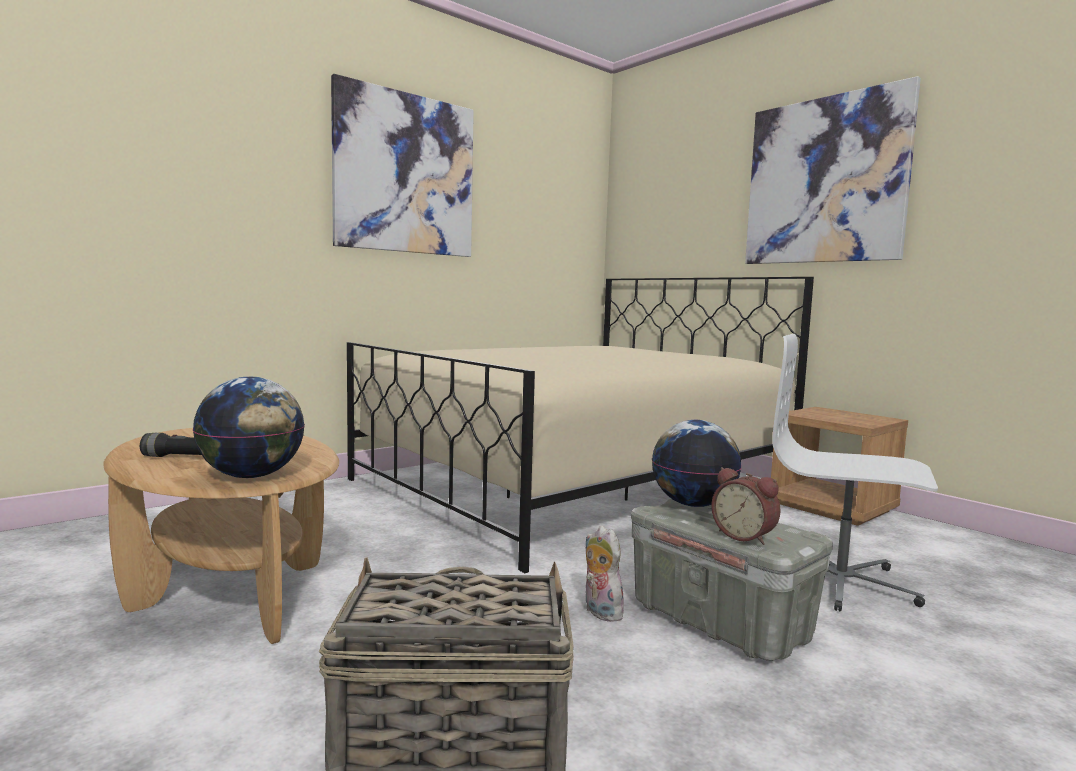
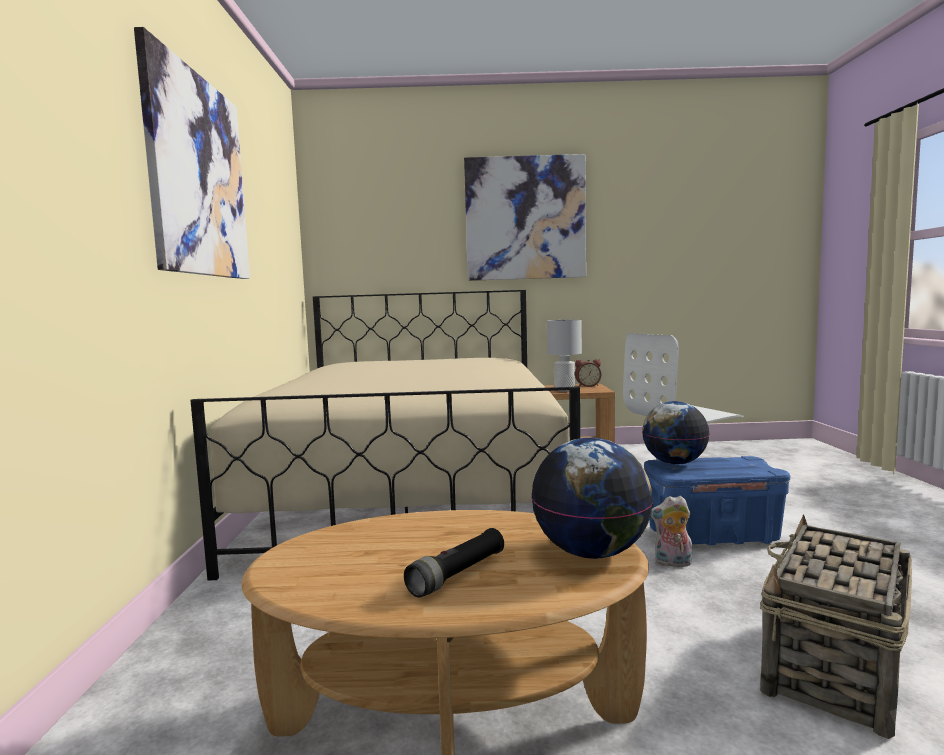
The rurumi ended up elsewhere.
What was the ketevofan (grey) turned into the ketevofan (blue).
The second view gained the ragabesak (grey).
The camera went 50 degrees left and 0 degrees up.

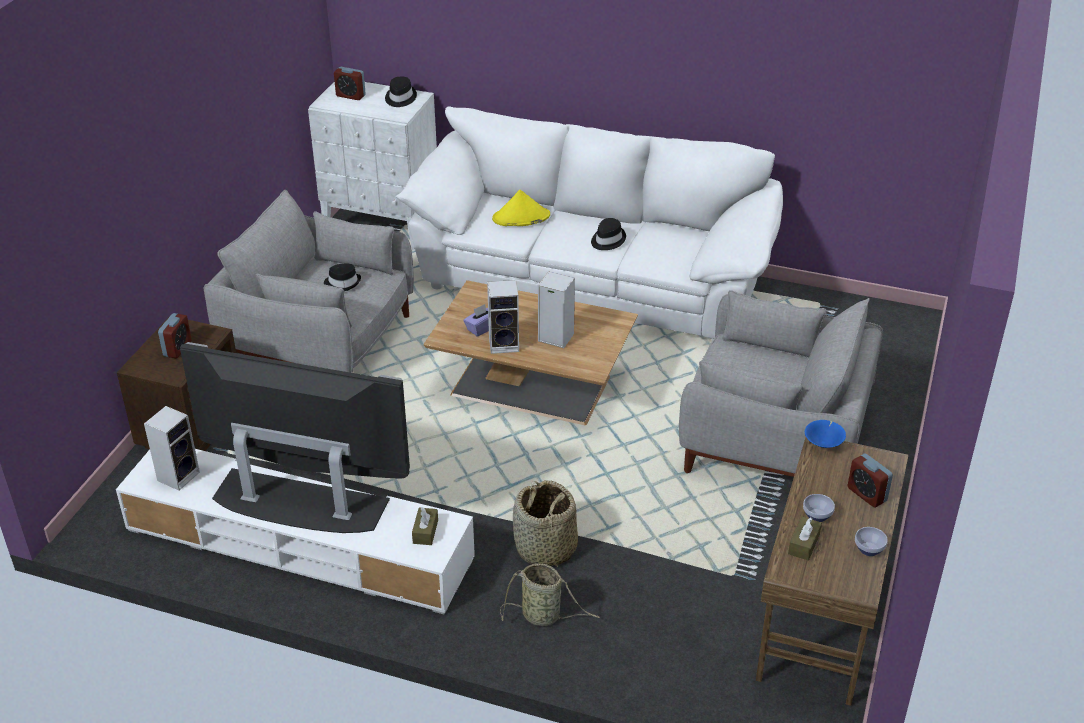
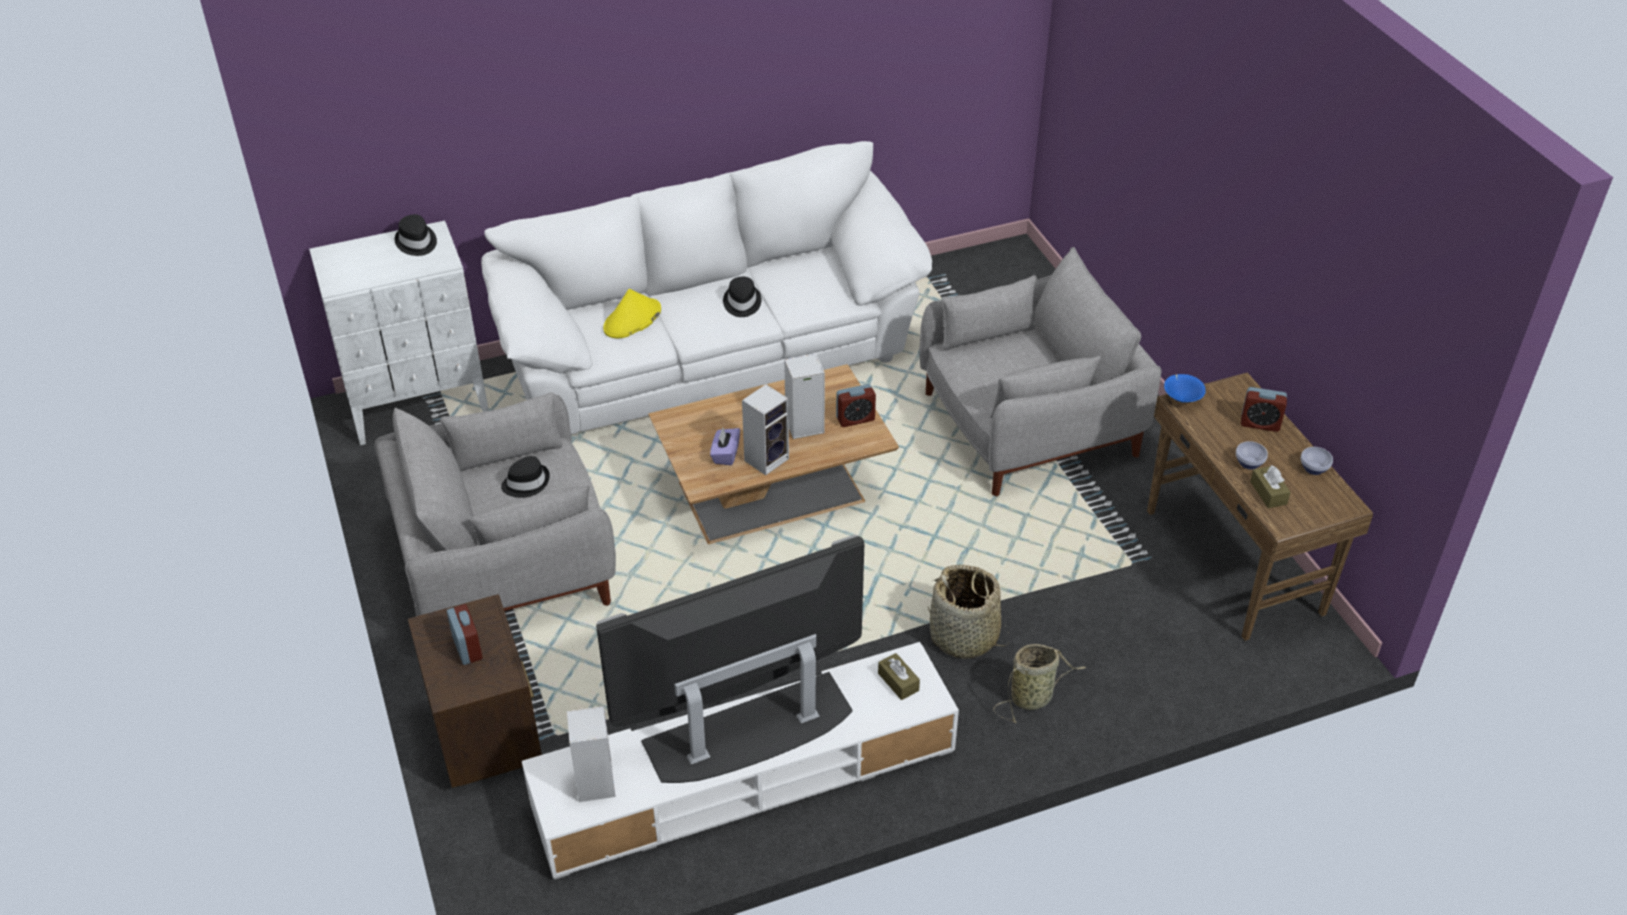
The rurumi (no. 2 from left) ended up elsewhere.
The camera went 40 degrees left and 5 degrees up.

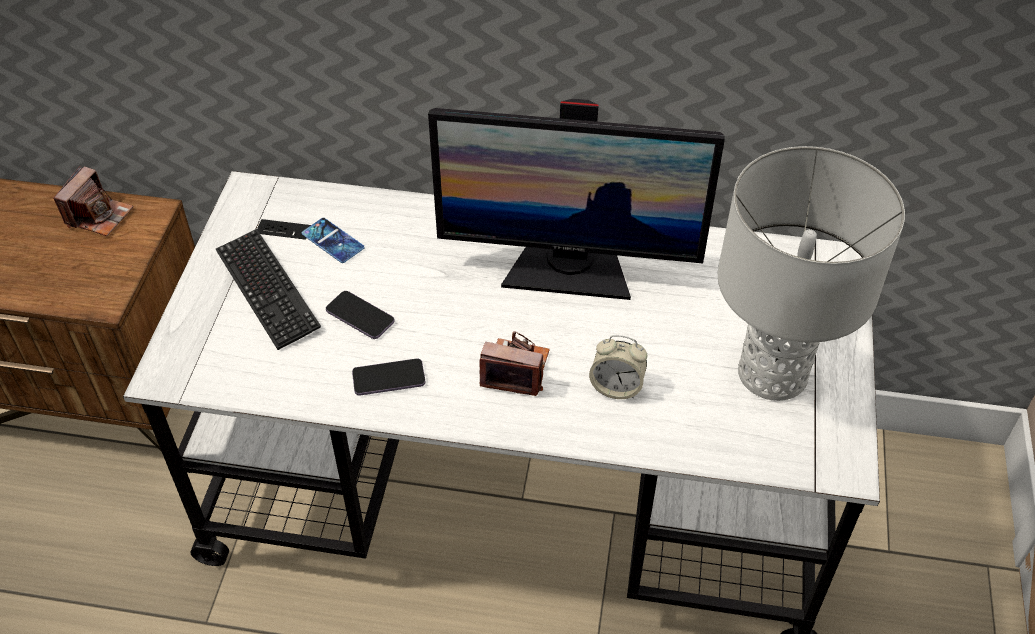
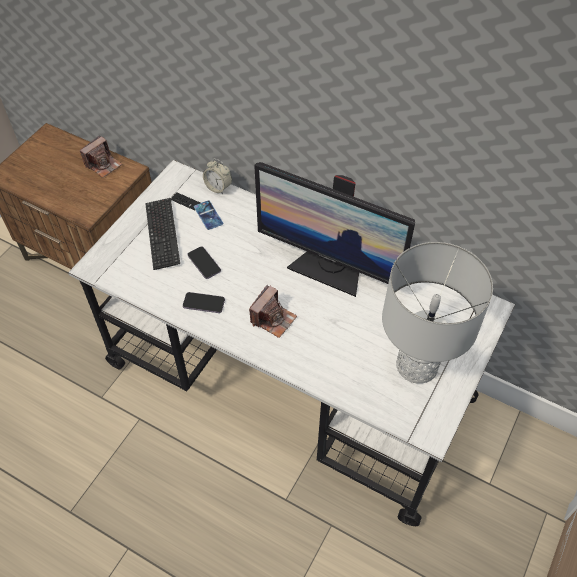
The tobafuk (no. 2 from left) ended up facing another way, 90 degrees clockwise from before.
The rurumi ended up elsewhere.
The camera went 20 degrees right and 5 degrees up.

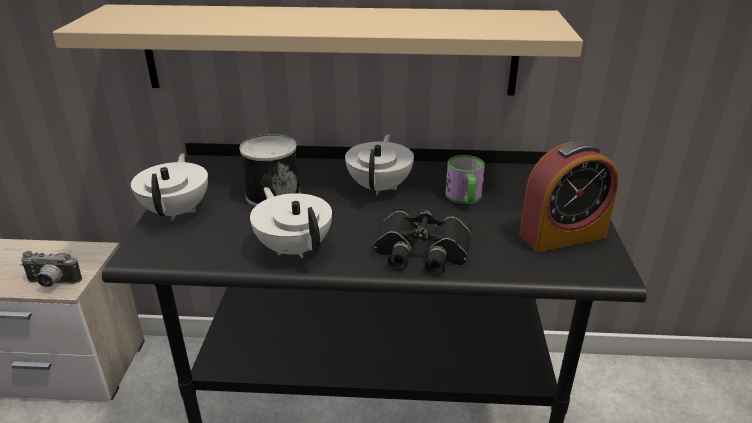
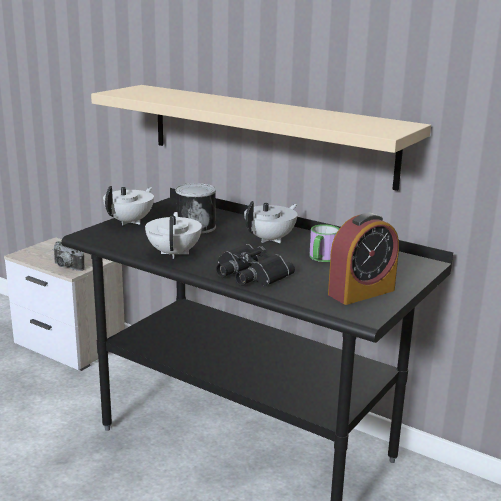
The rurumi ended up facing another way, 45 degrees counterclockwise from before.
The camera went 30 degrees right and 10 degrees down.

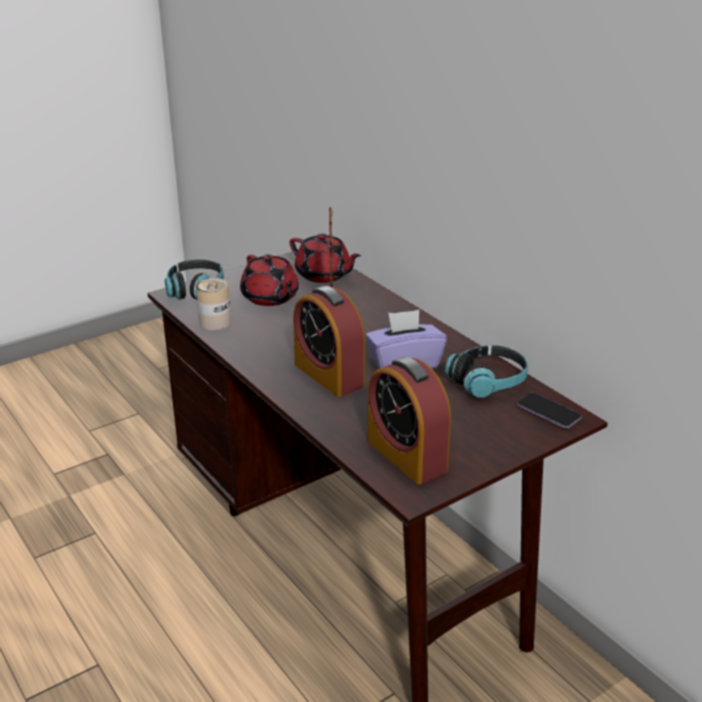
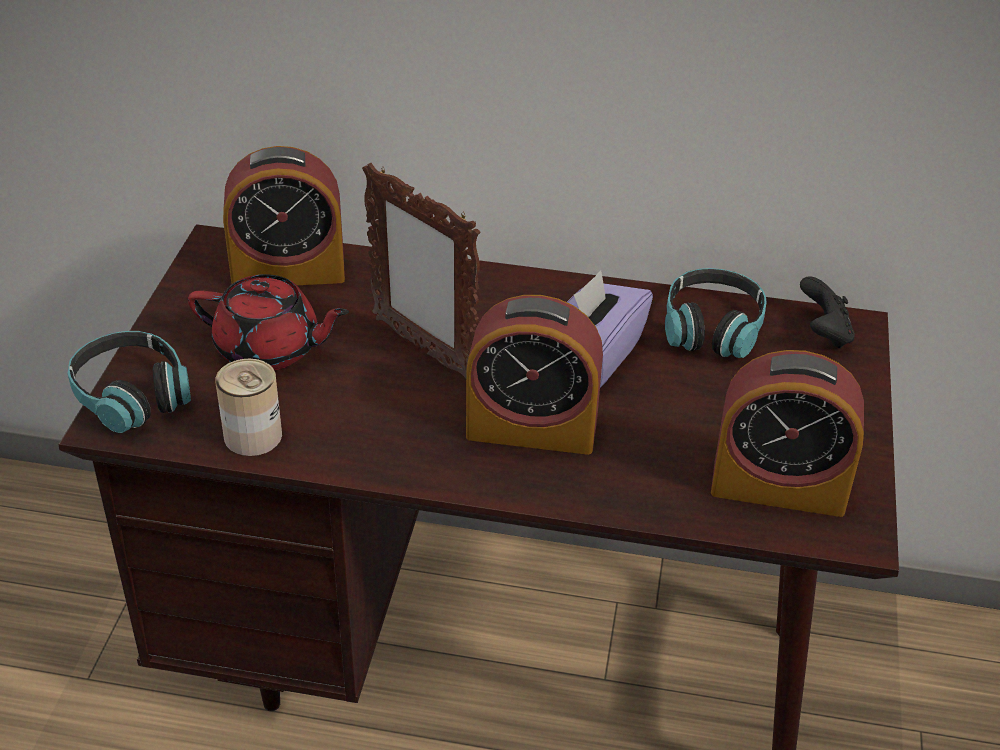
Where the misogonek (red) (no. 2 from left) stood, the rurumi (no. 1 from left) came to stand.
Where the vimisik stood, the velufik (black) came to stand.
The camera went 45 degrees left and 10 degrees up.

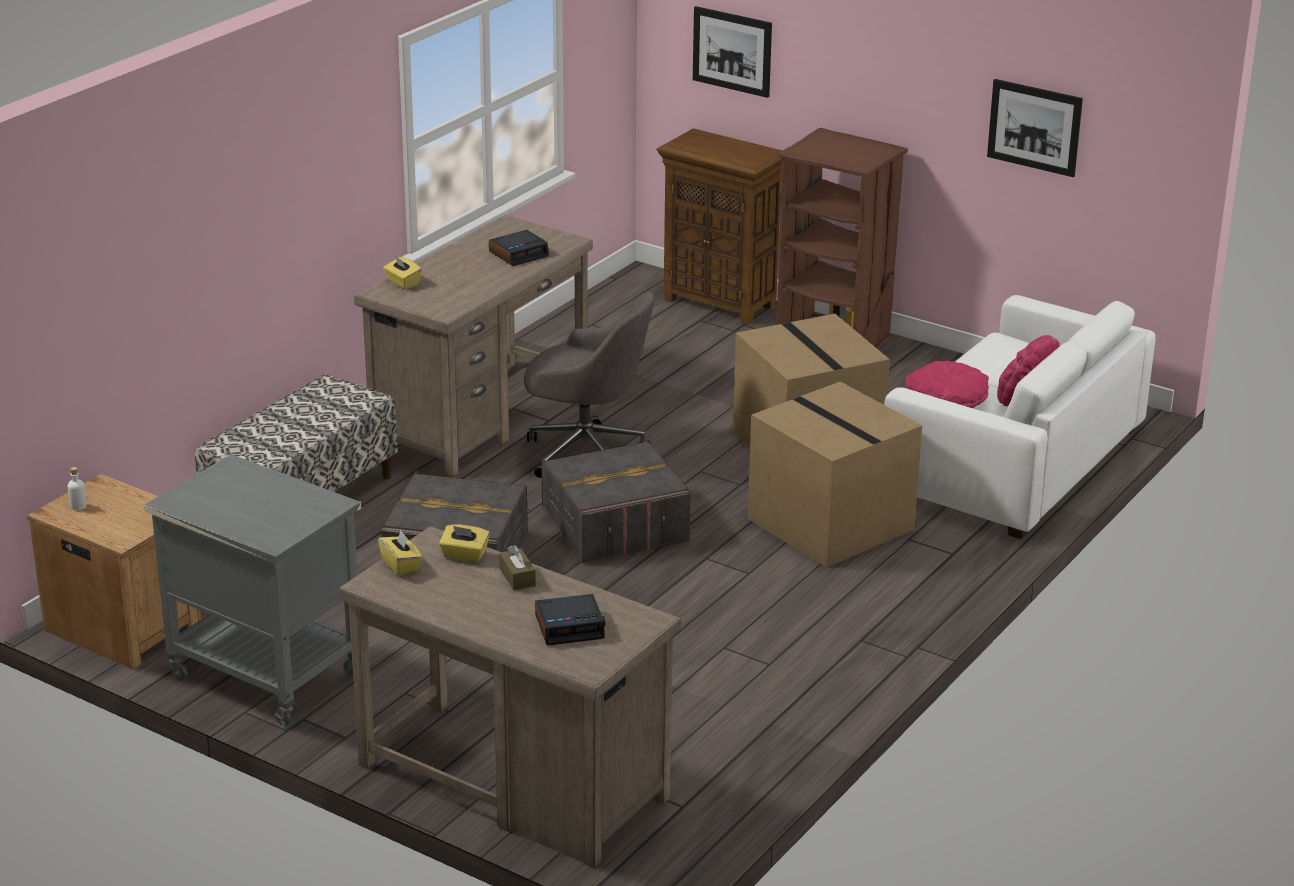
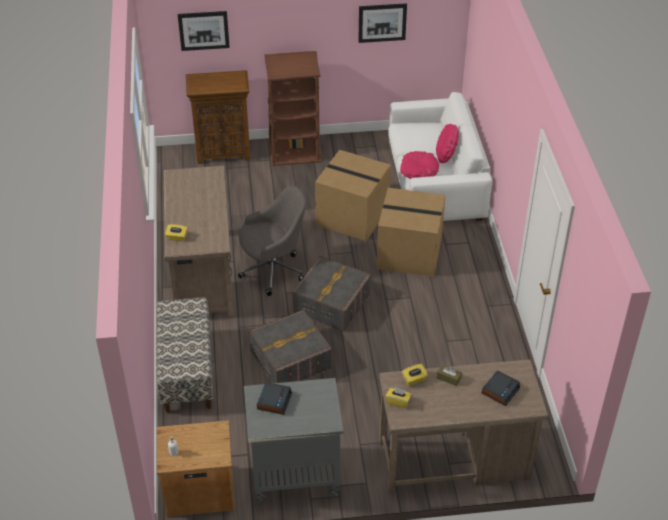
The rurumi (no. 1 from left) ended up elsewhere.
The camera went 40 degrees left and 15 degrees up.

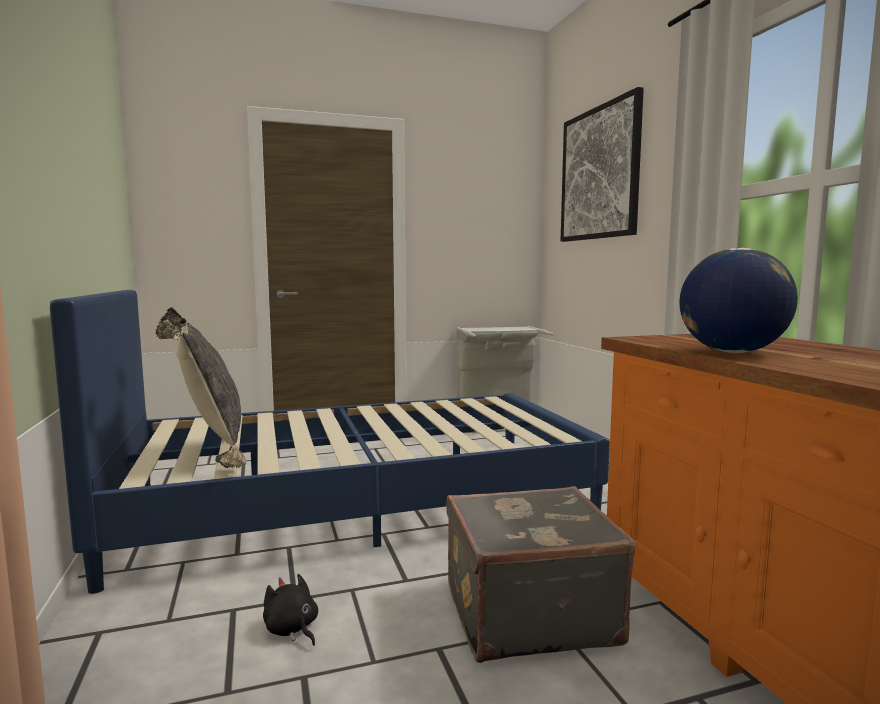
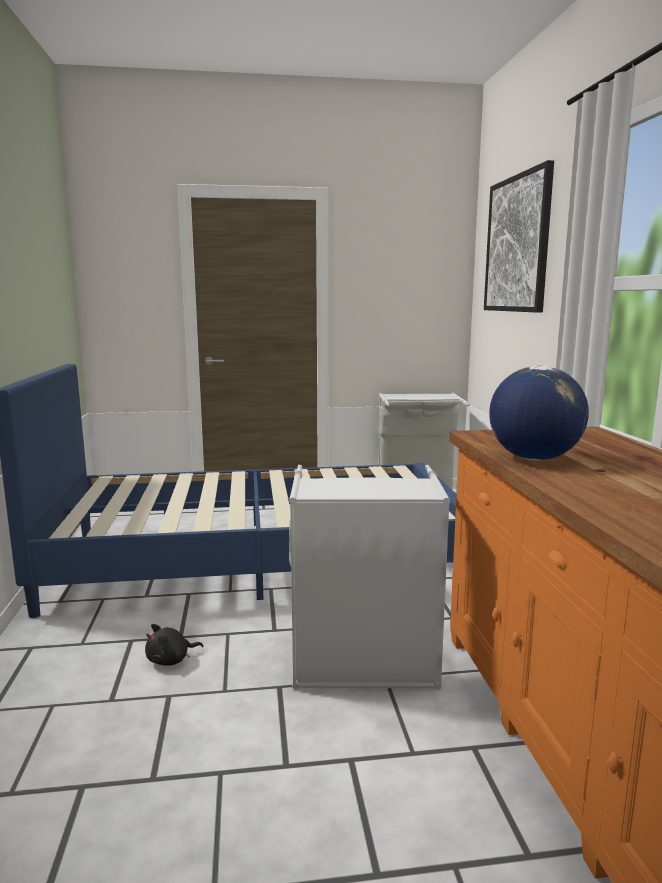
The second view lost the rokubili.
Where the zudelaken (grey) stood, the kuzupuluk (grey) (no. 1 from left) came to stand.
The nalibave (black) ended up facing another way, 90 degrees counterclockwise from before.
The camera went 10 degrees right and 5 degrees up.

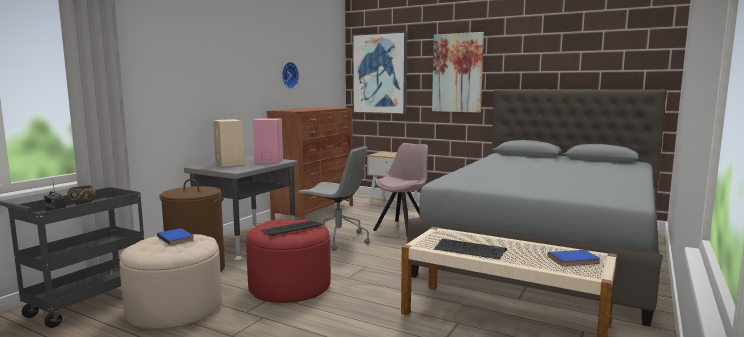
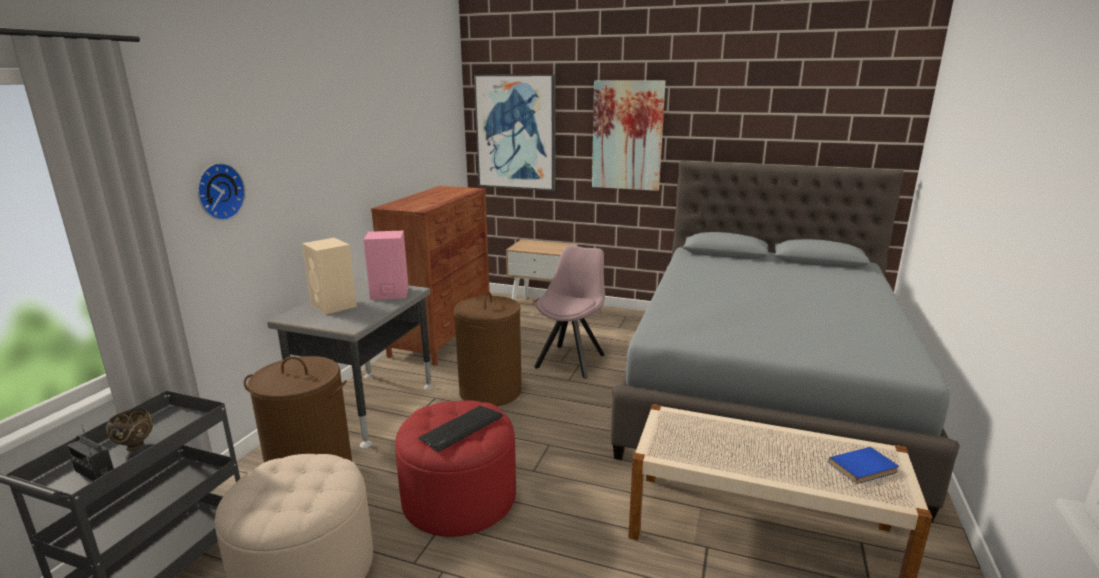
The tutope ended up elsewhere.
Where the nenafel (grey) stood, the kuzupuluk (brown) (no. 2 from left) came to stand.
The second view lost the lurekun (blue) (no. 1 from left).
The second view lost the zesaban (no. 2 from left).
The camera went 10 degrees left and 10 degrees up.

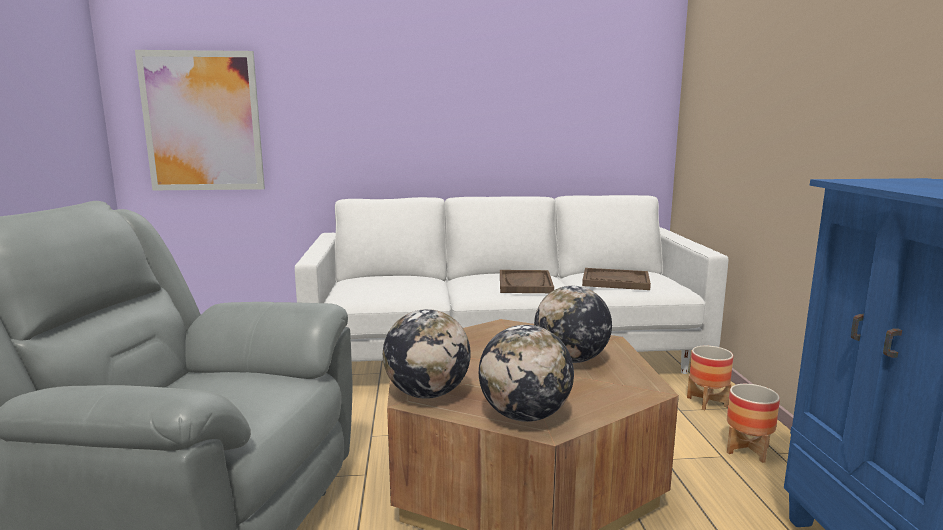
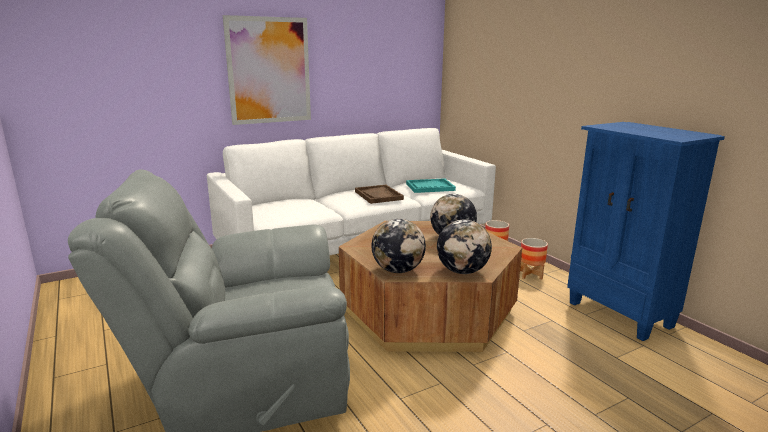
The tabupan ended up elsewhere.
What was the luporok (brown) (no. 2 from left) turned into the luporok (turquoise).
The camera went 25 degrees left and 5 degrees up.

